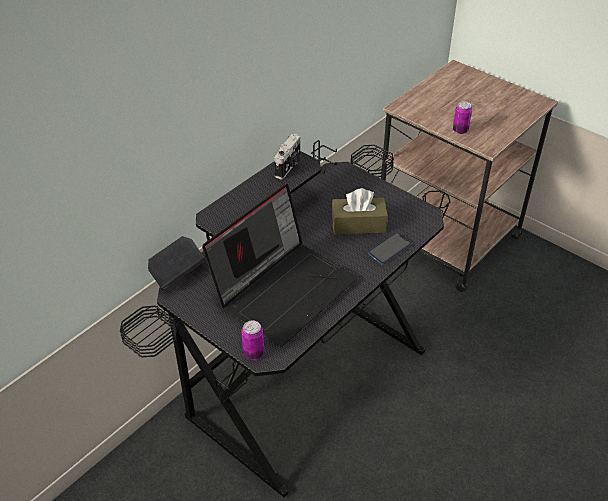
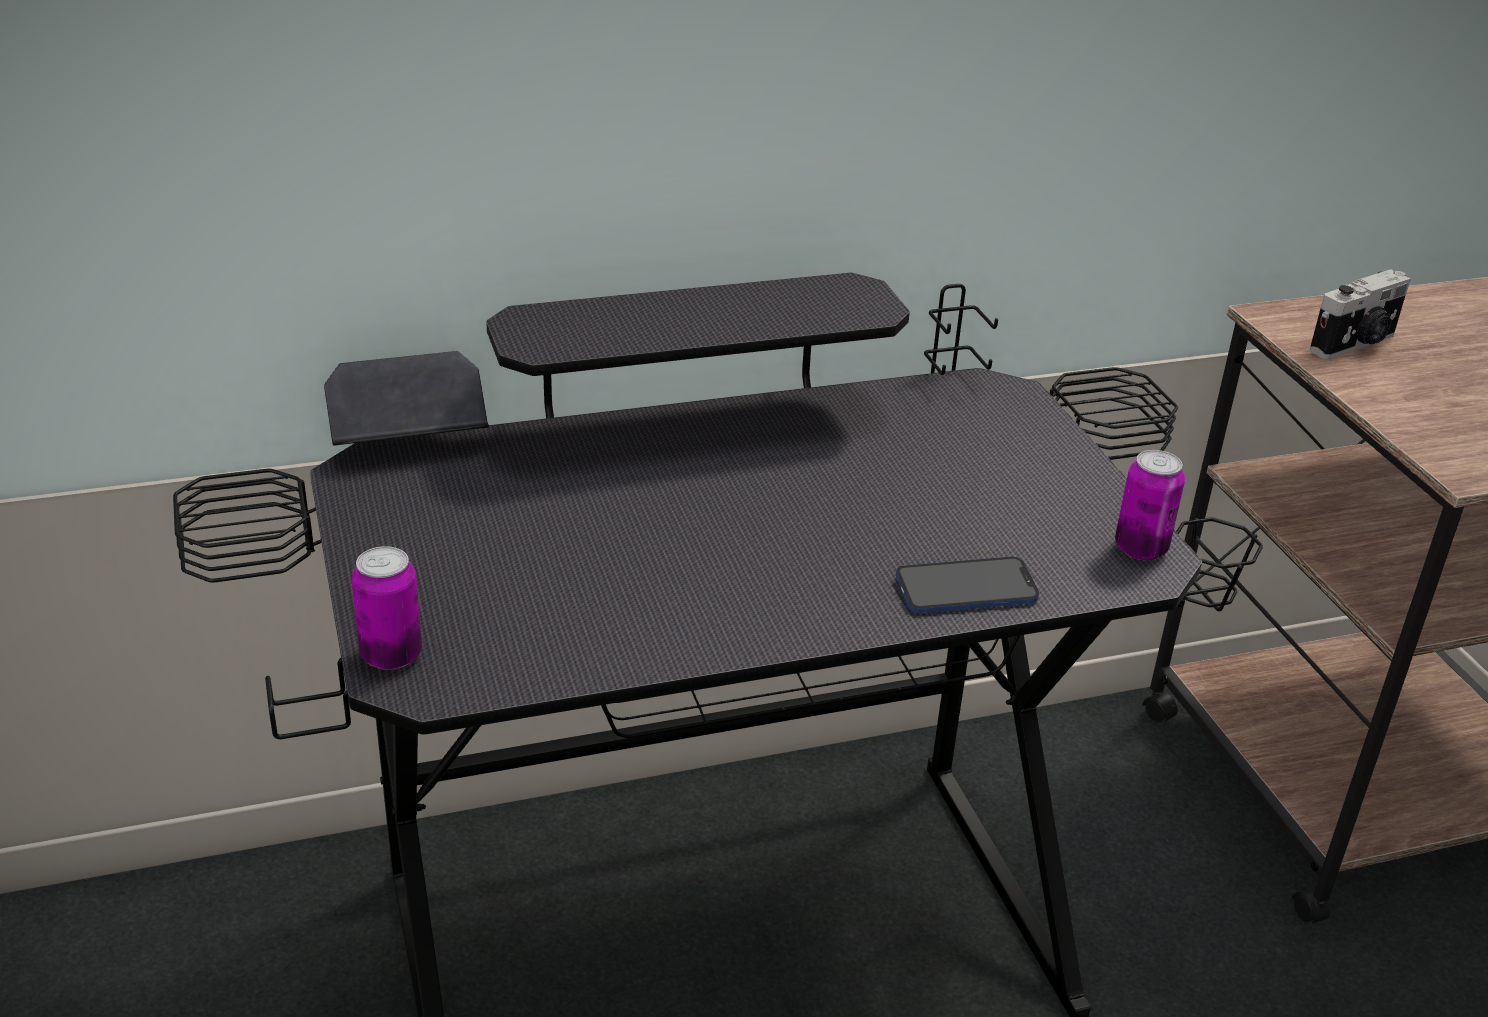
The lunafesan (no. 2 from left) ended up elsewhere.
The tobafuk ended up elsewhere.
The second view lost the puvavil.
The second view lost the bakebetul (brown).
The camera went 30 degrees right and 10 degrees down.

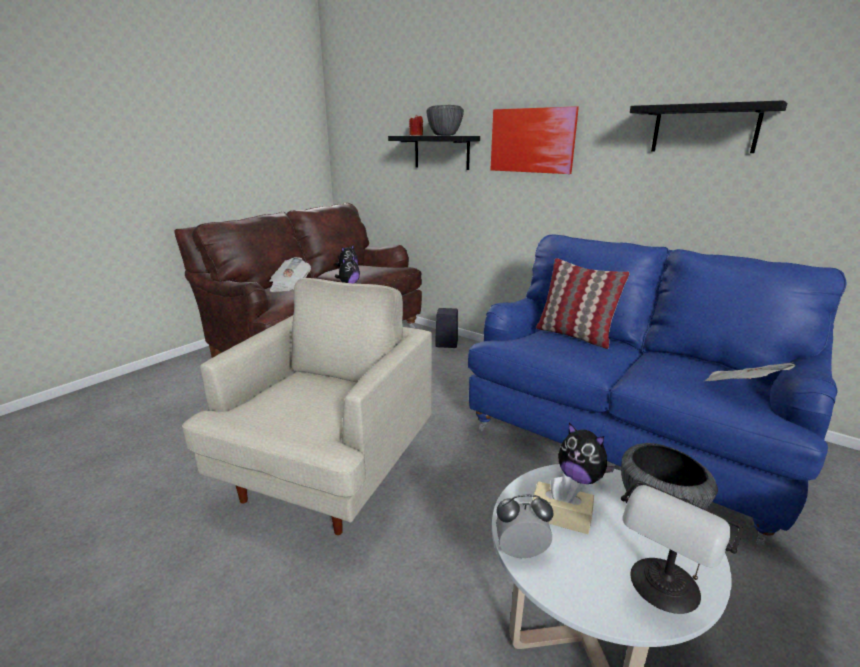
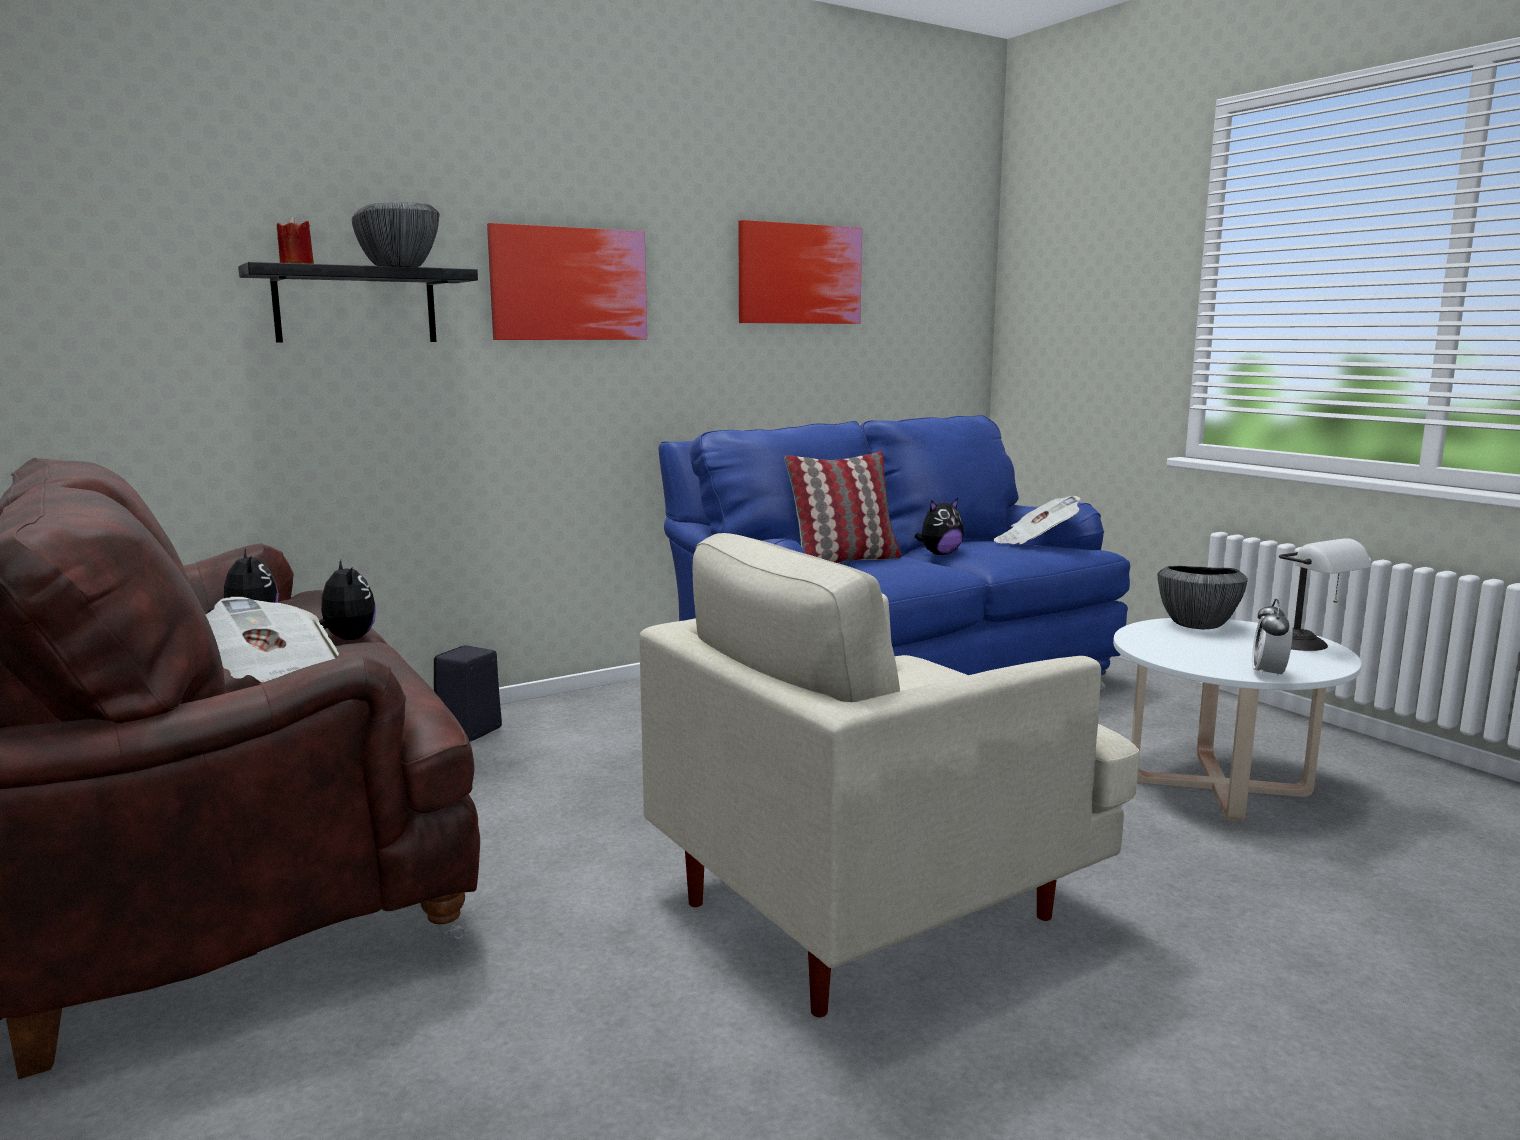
Where the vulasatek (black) (no. 2 from left) hung, the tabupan (no. 2 from left) came to hang.
The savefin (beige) ended up facing another way, 75 degrees counterclockwise from before.
The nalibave (no. 3 from left) ended up elsewhere.
The second view lost the bakebetul (beige).
The camera went 70 degrees left and 10 degrees down.

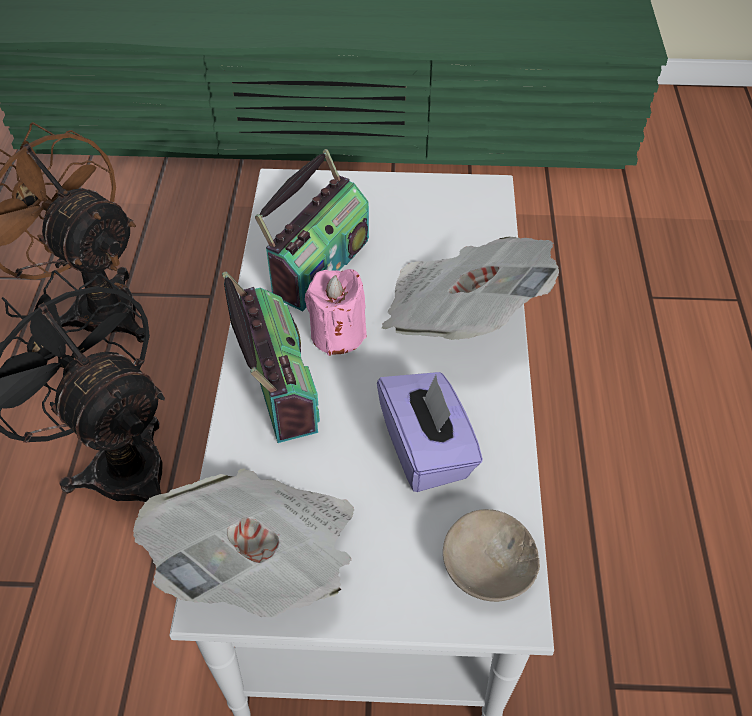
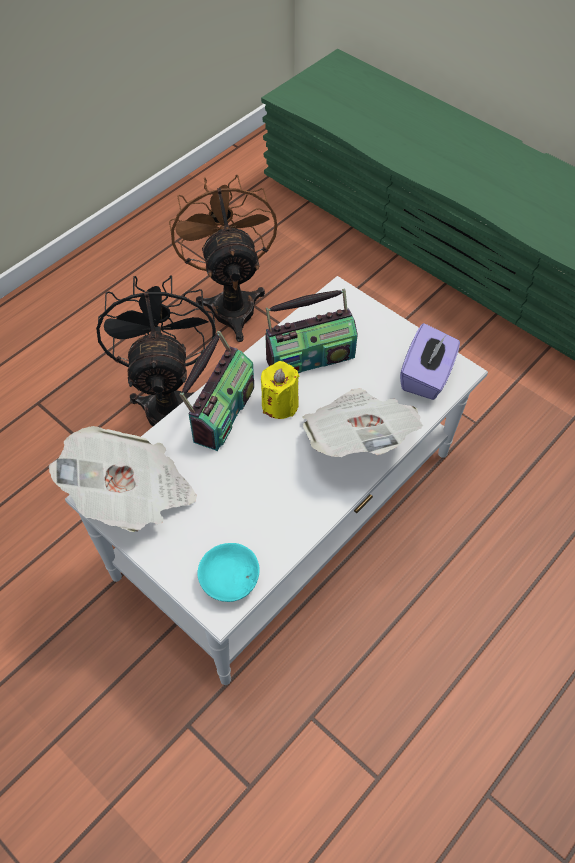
What was the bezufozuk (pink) turned into the bezufozuk (yellow).
The bakebetul (purple) ended up elsewhere.
What was the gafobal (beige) turned into the gafobal (turquoise).
The camera went 40 degrees right and 5 degrees up.

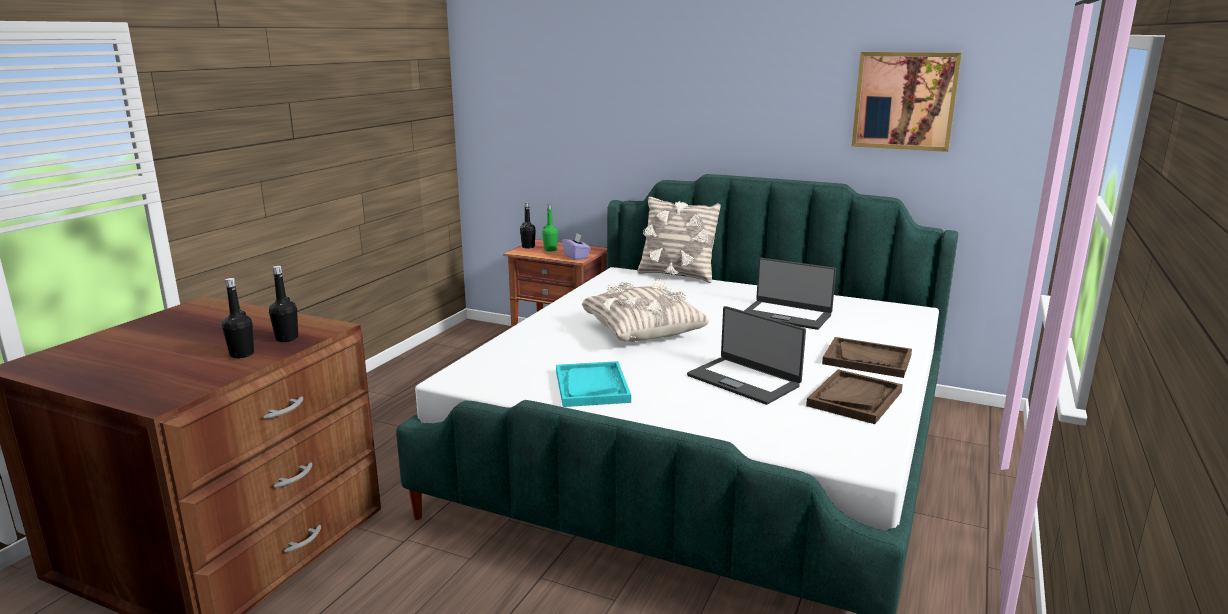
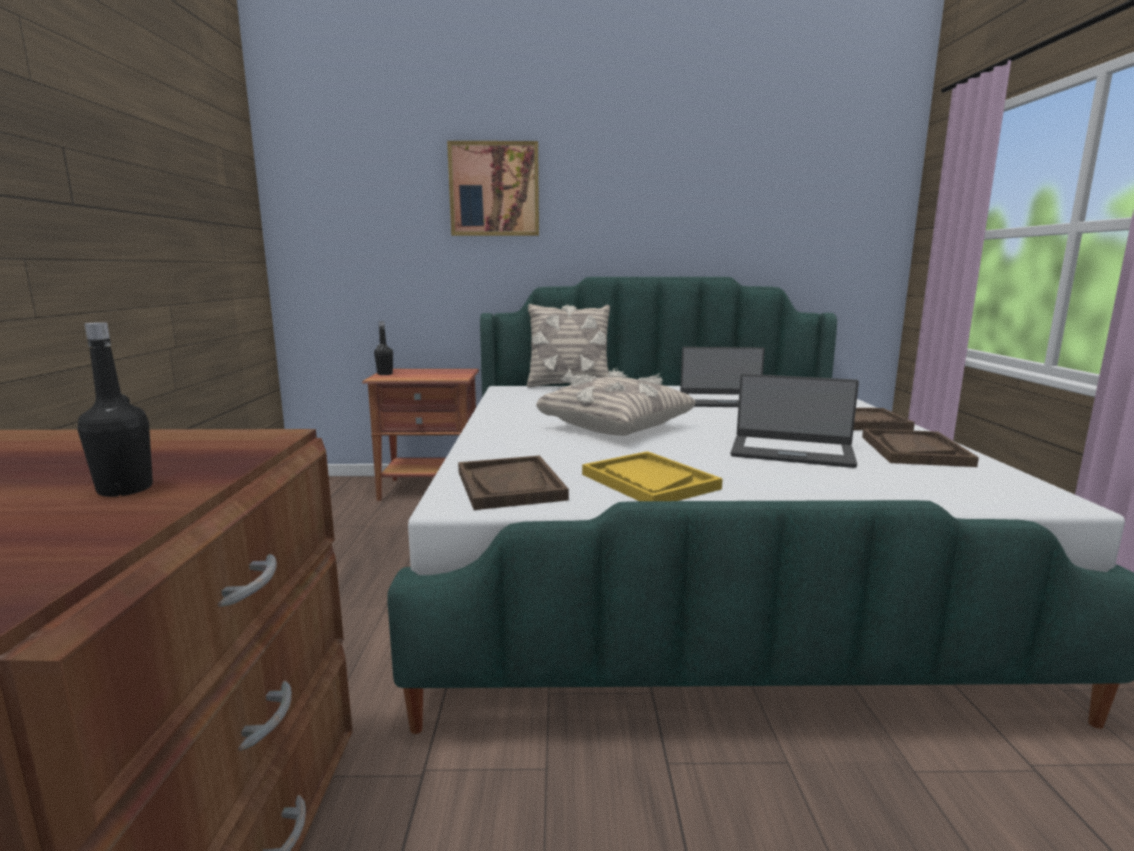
The tabupan ended up elsewhere.
The second view lost the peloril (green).
The second view lost the bakebetul (purple).
The second view lost the peloril (black) (no. 2 from left).
What was the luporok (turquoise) turned into the luporok (yellow).
The second view gained the luporok (brown) (no. 1 from left).
The camera went 25 degrees left and 5 degrees down.

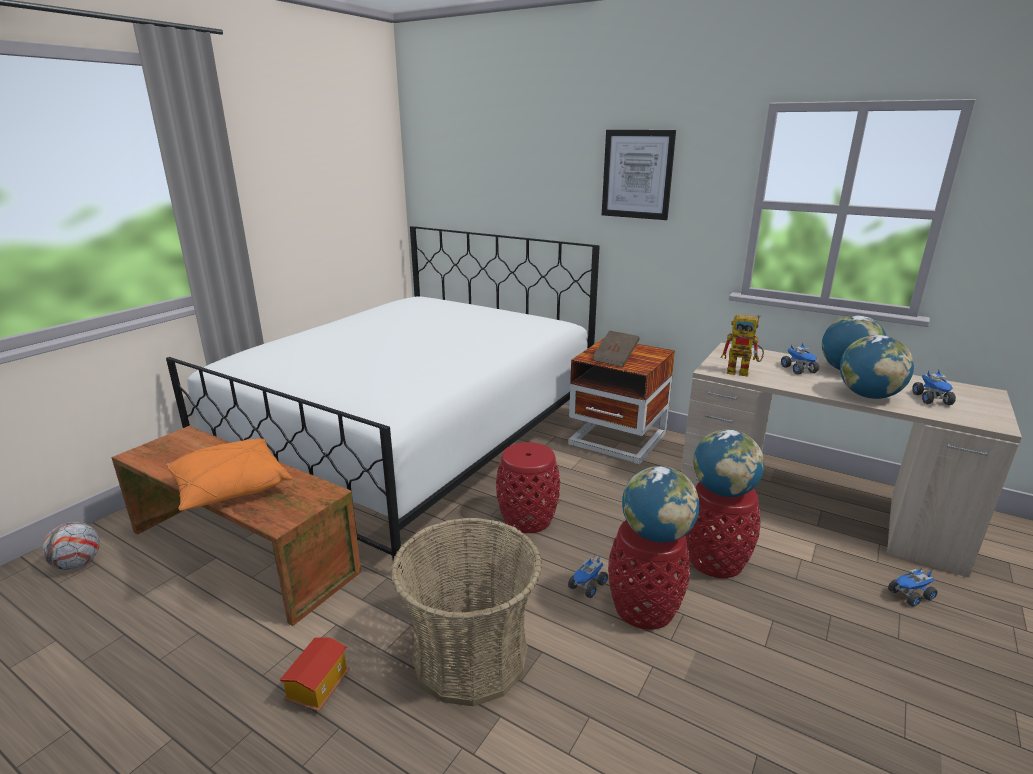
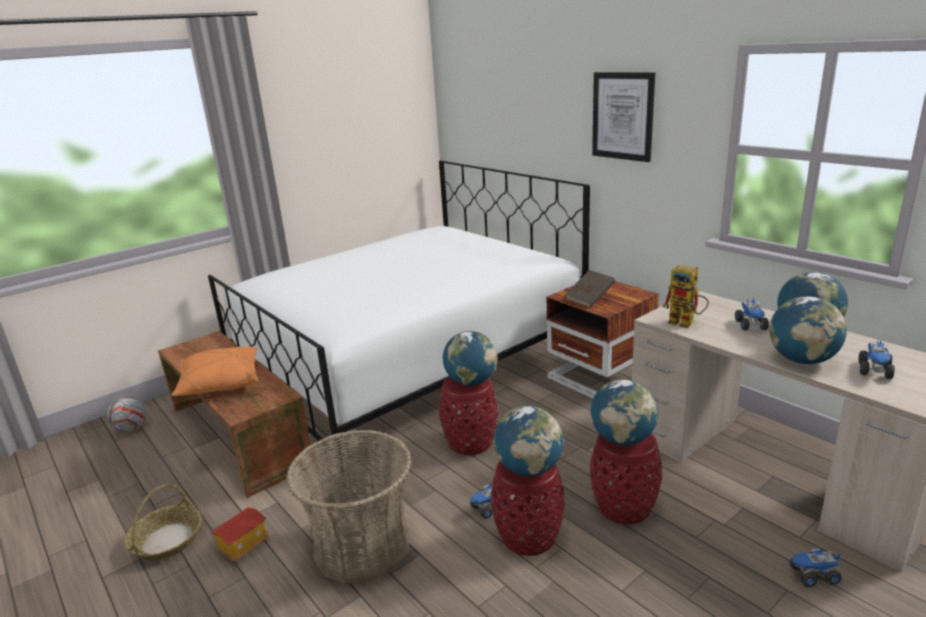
The second view gained the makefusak (no. 1 from left).
The second view gained the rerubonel (no. 1 from left).
The camera went 20 degrees right and 0 degrees up.

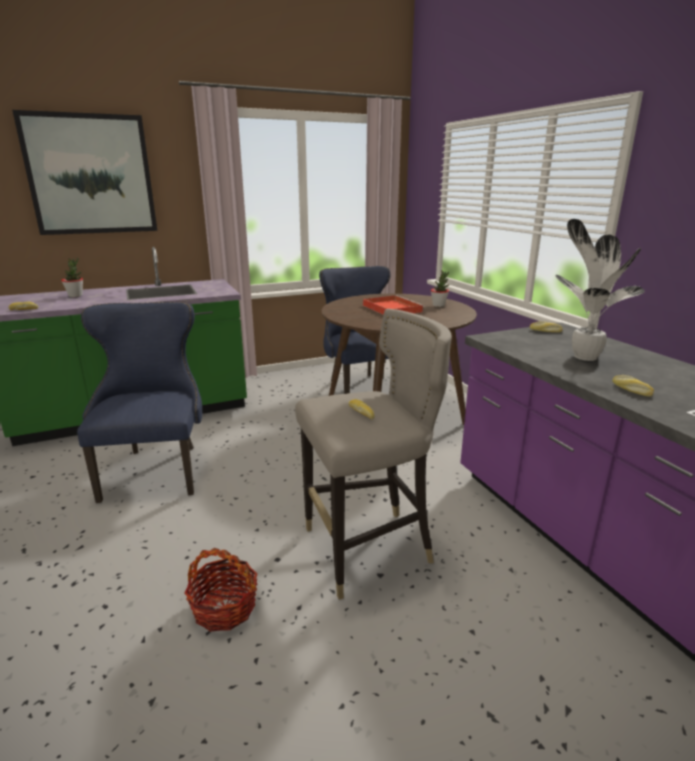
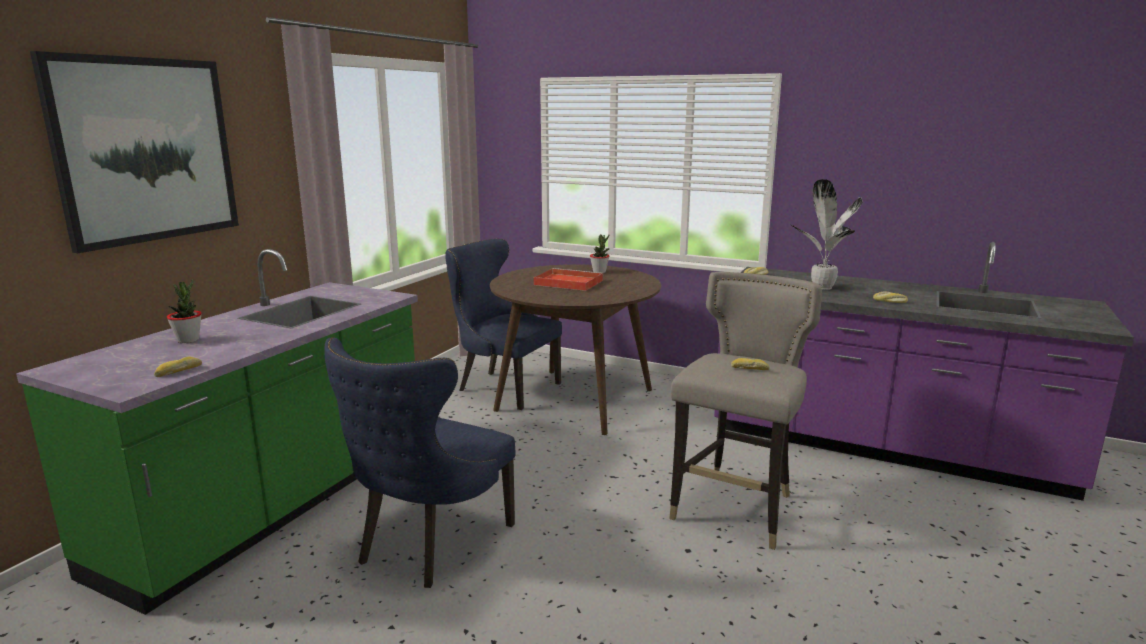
The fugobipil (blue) (no. 1 from left) ended up facing another way, 105 degrees counterclockwise from before.
The second view lost the rerubonel.
The camera went 40 degrees left and 5 degrees down.

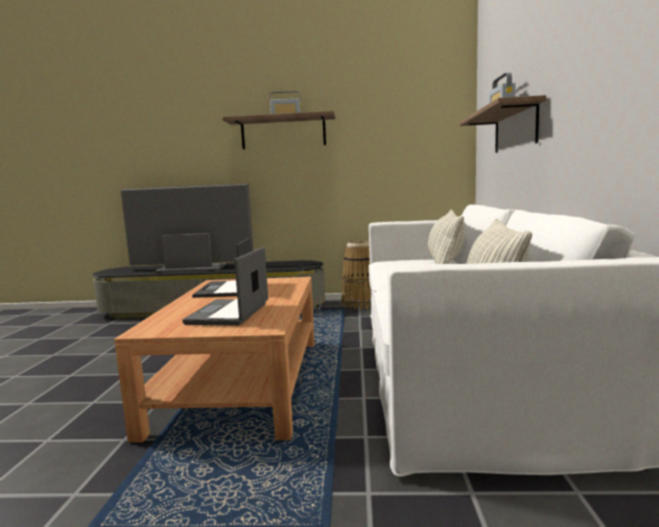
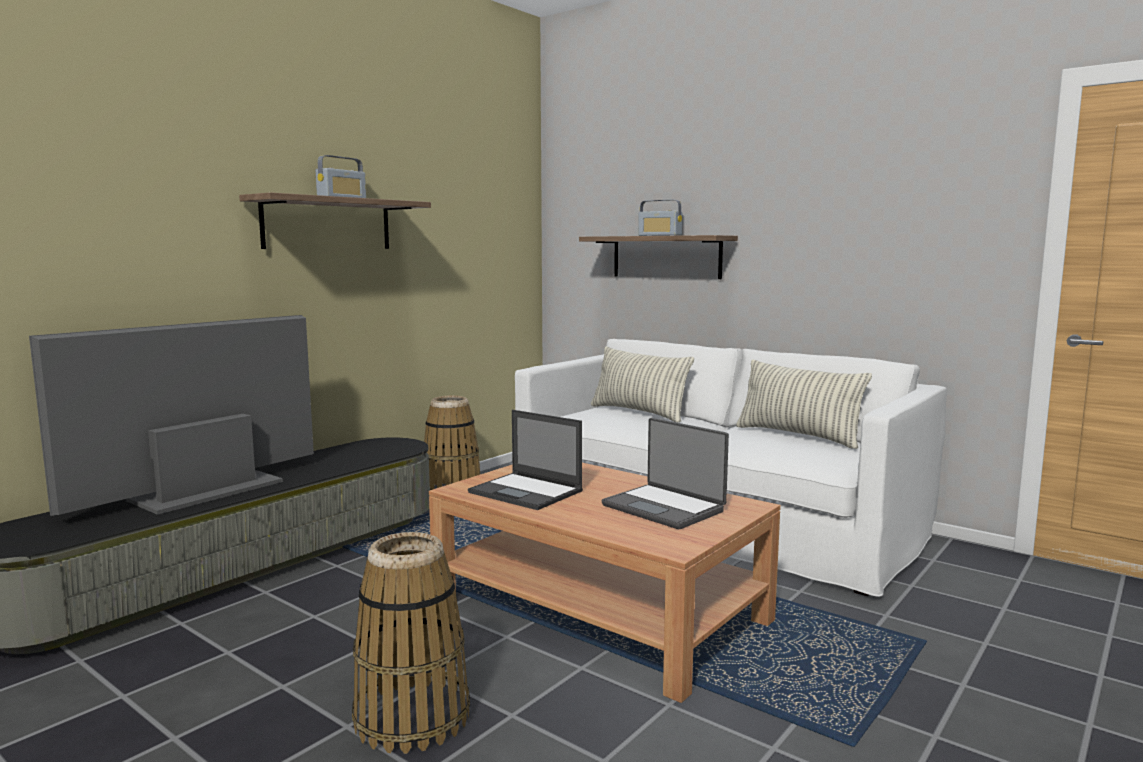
The second view gained the rerubonel (no. 1 from left).
The camera went 55 degrees left and 0 degrees up.

